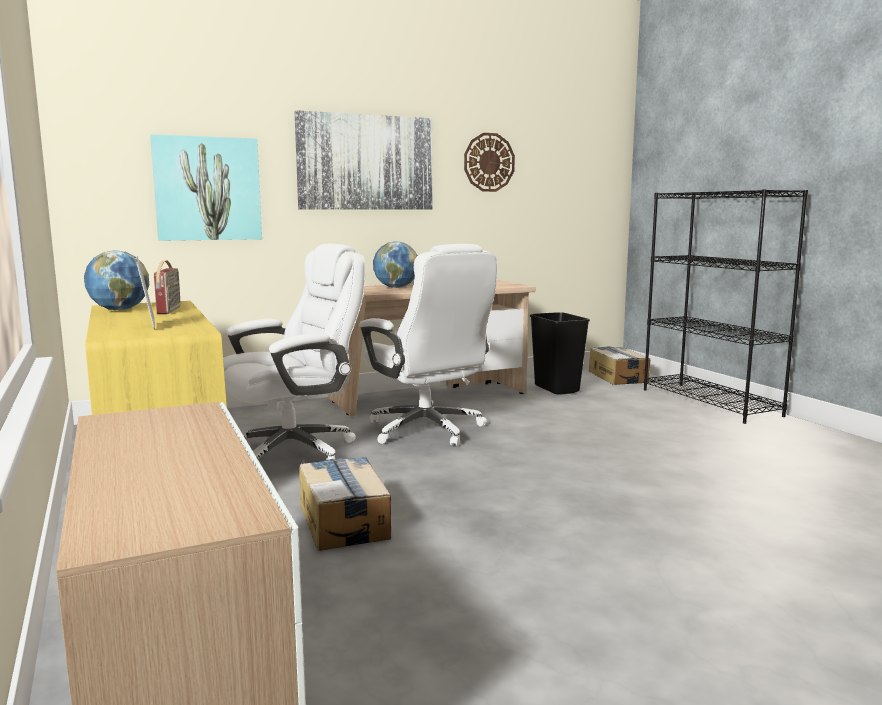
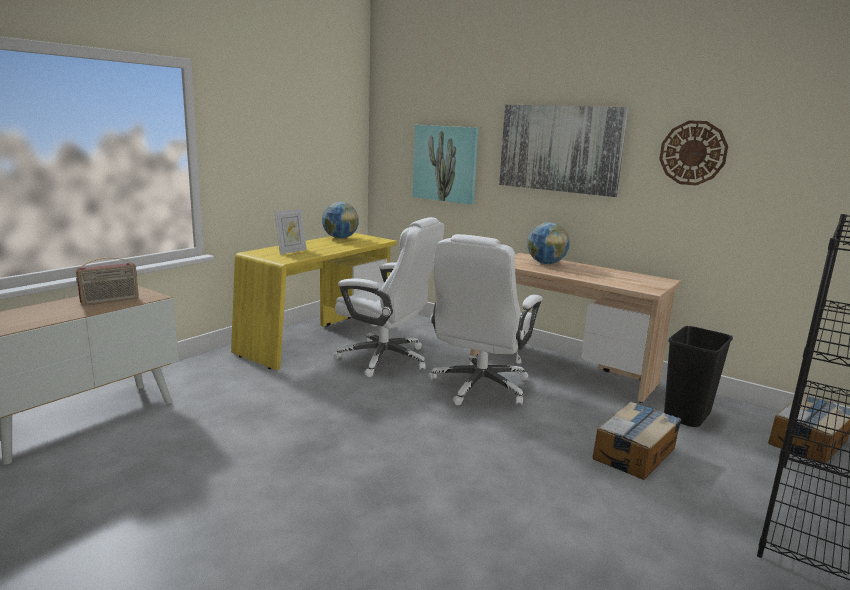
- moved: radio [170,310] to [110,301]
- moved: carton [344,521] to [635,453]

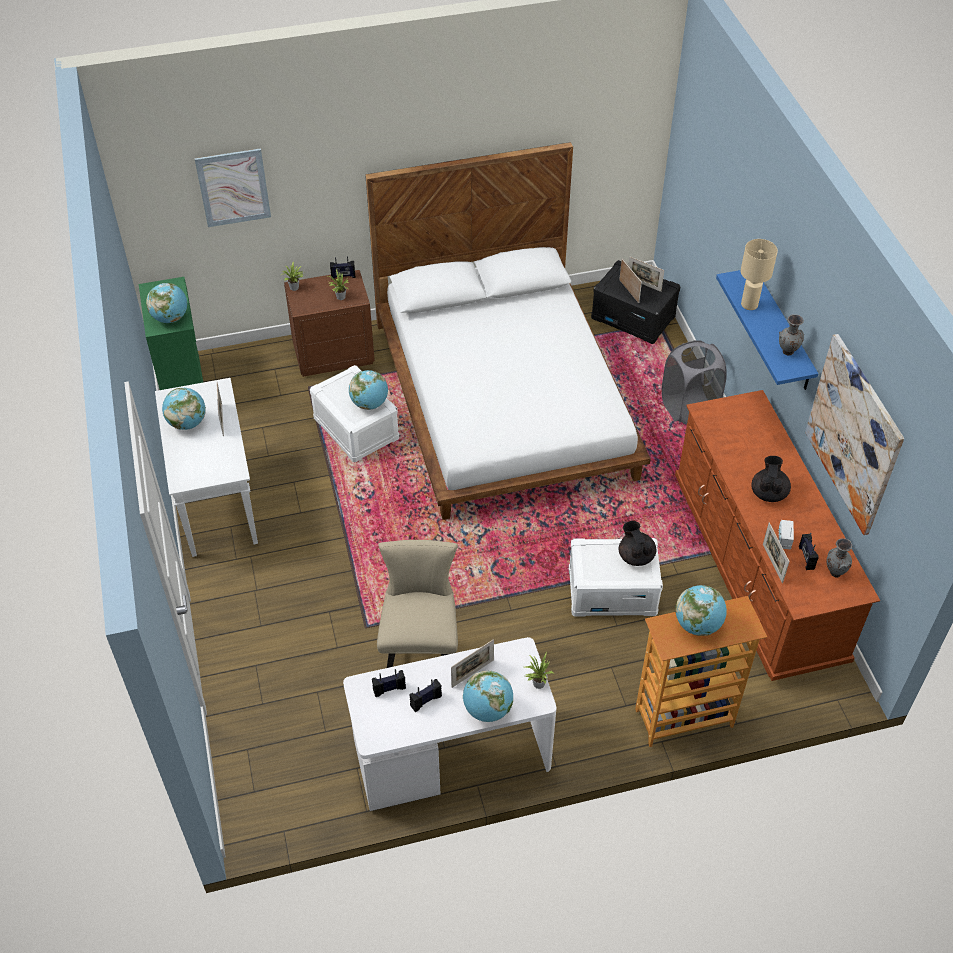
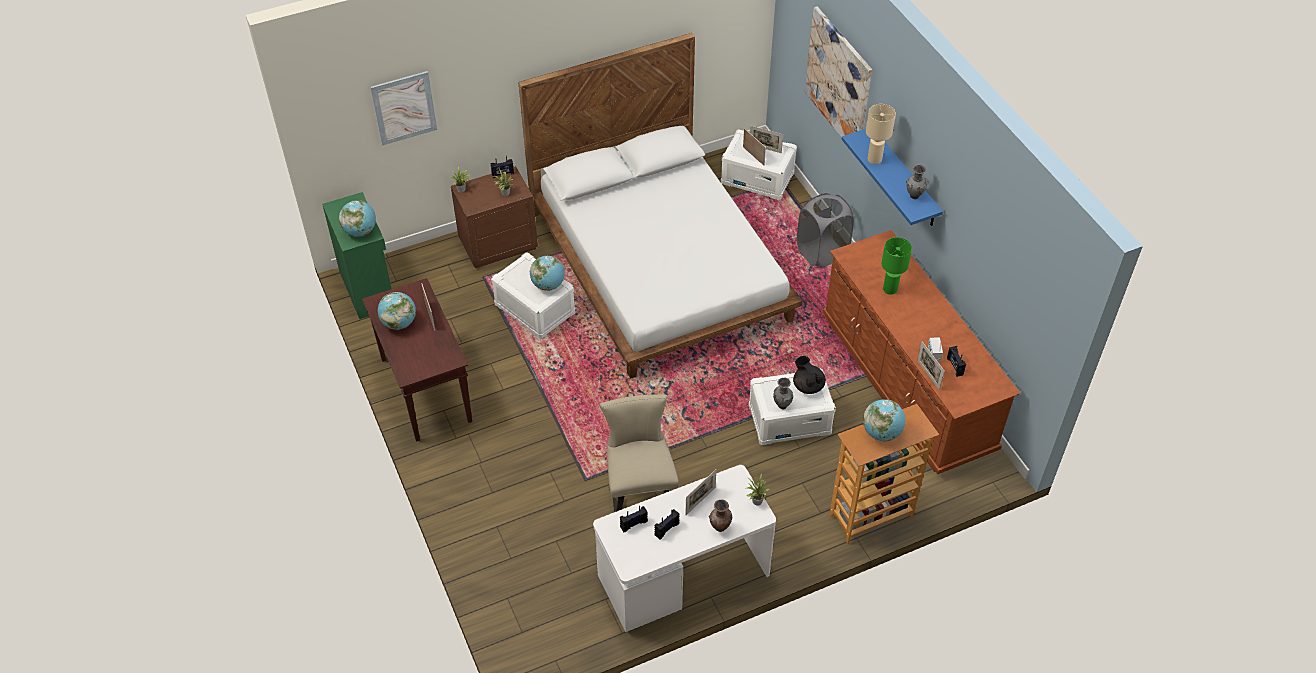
- recoloured: whitish_narrow_table [216,501] to brownish_narrow_table [425,390]
- replaced: desk_globe [487,709] to brownish_vase [720,528]
- recoloured: black_storage_container [633,317] to whitish_storage_container [758,178]
- moved: grey_vase [834,572] to [781,405]
- moved: wall_art [854,434] to [838,80]
- added: green-coloured_table_lamp [890,289]
- removed: black_teapot [768,493]

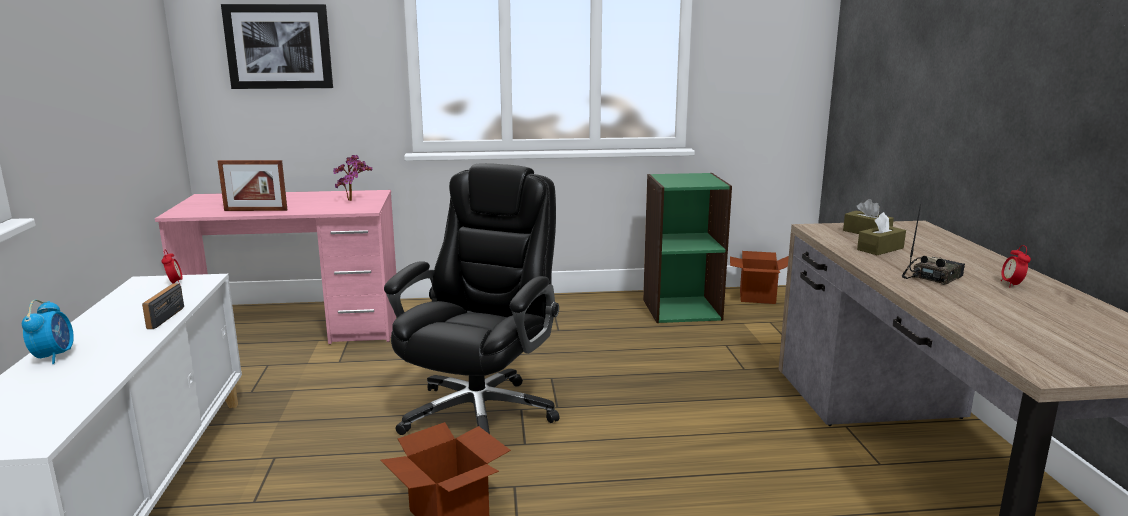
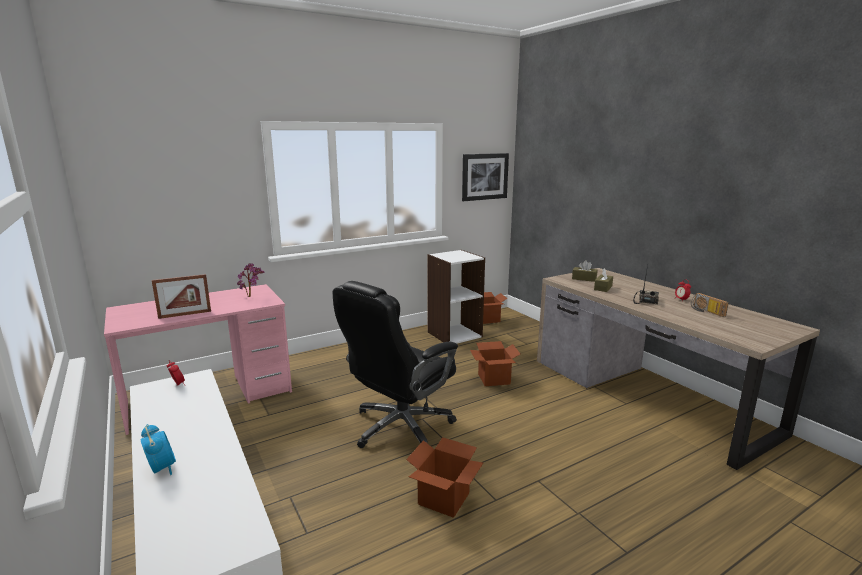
- turned: black_computer_chair [480,412] = [400,427] 135 degrees counterclockwise
- recoloured: green-coloured_bookcase [681,309] to whitish_bookcase [454,334]
- moved: wall_art [279,46] to [484,176]
- added: carton [494,379]
- moved: radio [161,317] to [706,311]

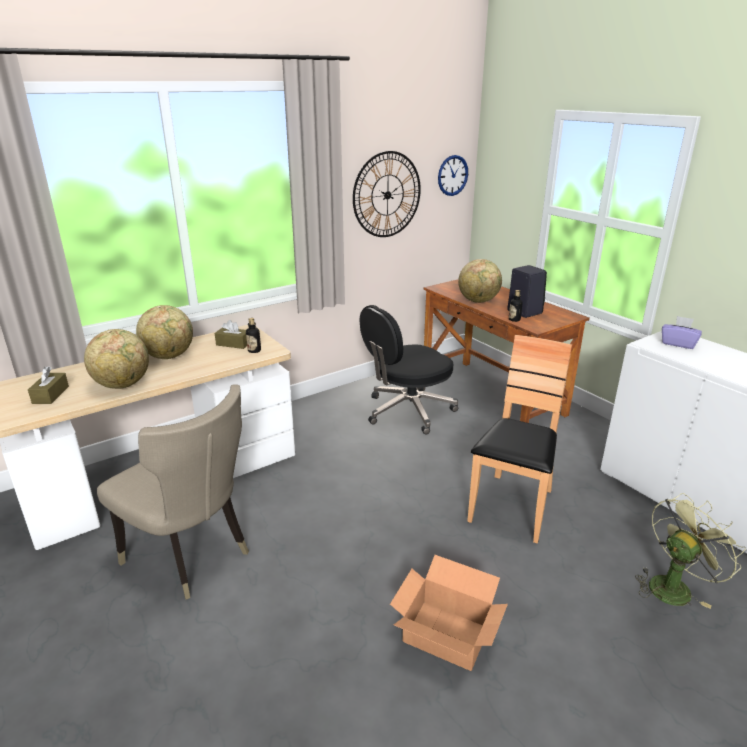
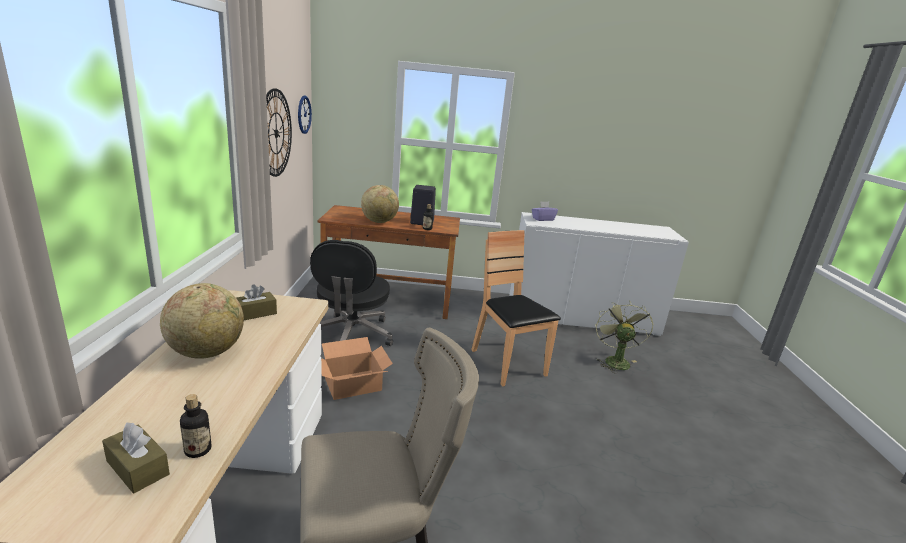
- moved: bottle [254,350] to [198,450]
- moved: carton [446,635] to [354,384]
- removed: desk_globe [123,384]

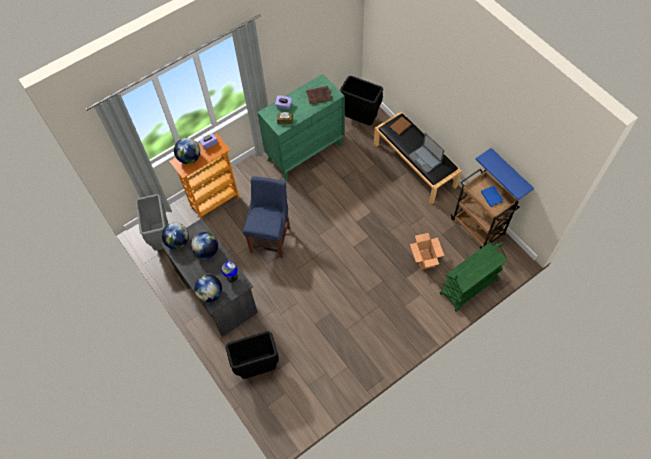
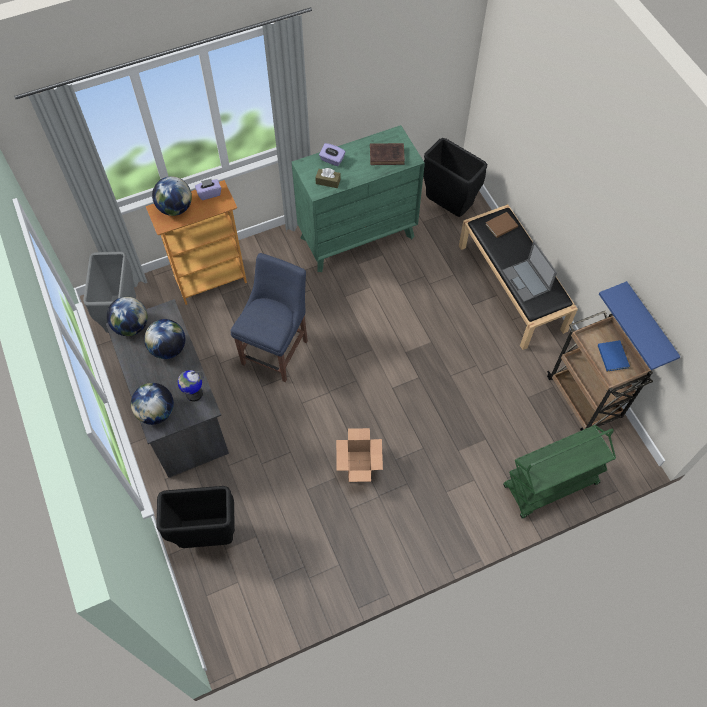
- moved: carton [425,259] to [359,467]

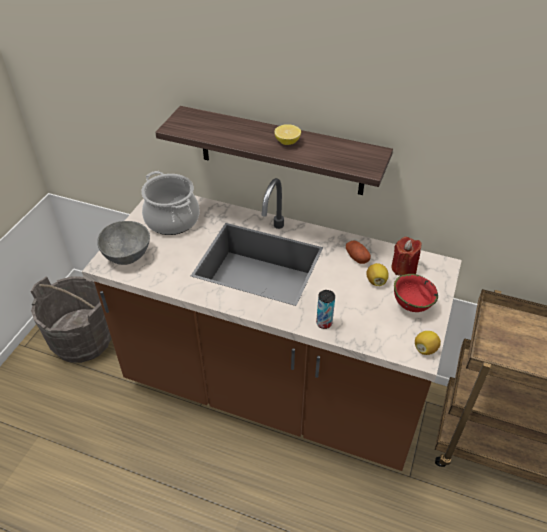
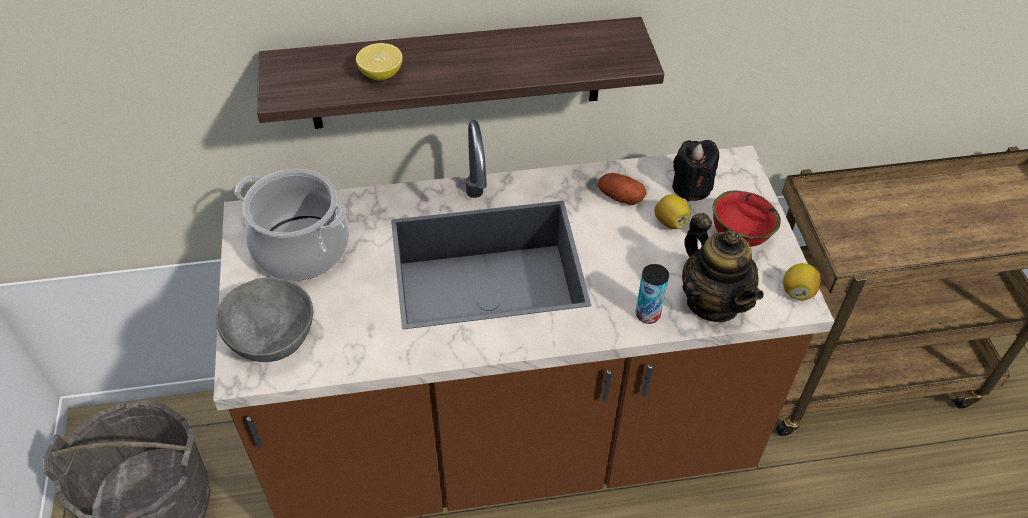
- moved: citrus_fruit [287,142] to [381,74]
- recoloured: reddish_candle [403,268] to black_candle [691,187]
- added: teapot [713,302]

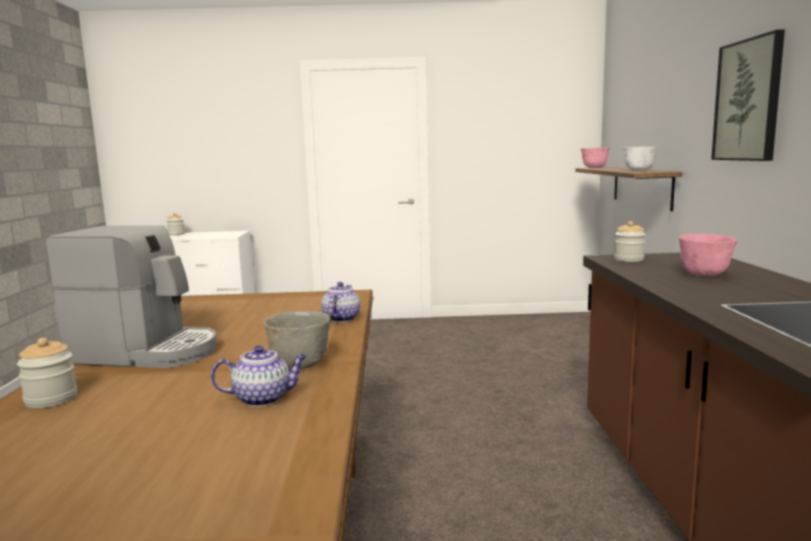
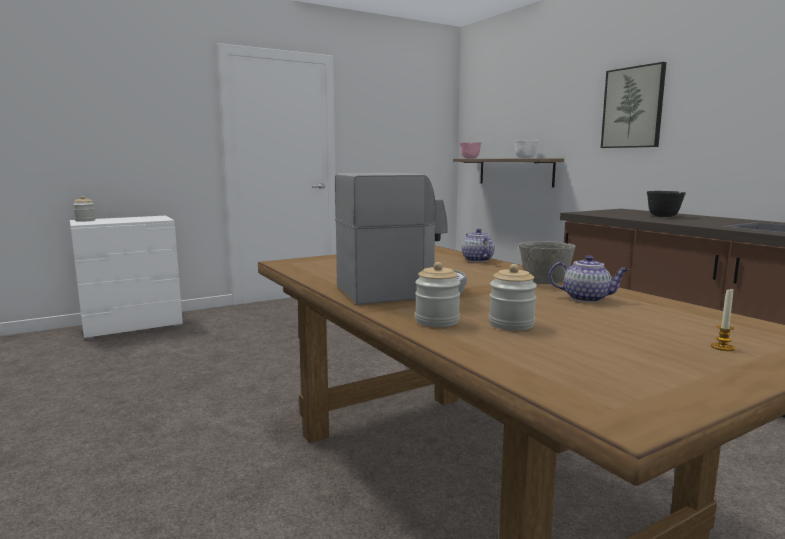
- moved: jar [628,259] to [511,324]
- turned: teapot [263,398] = [587,298] 60 degrees clockwise
- recoloured: pink_bowl [705,274] to black_bowl [664,216]
- added: candle [722,347]

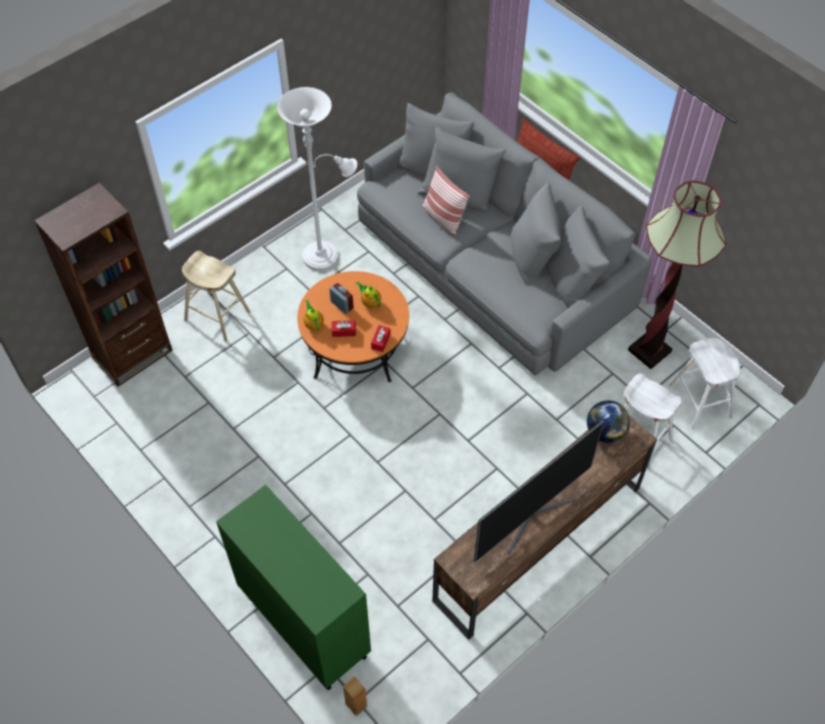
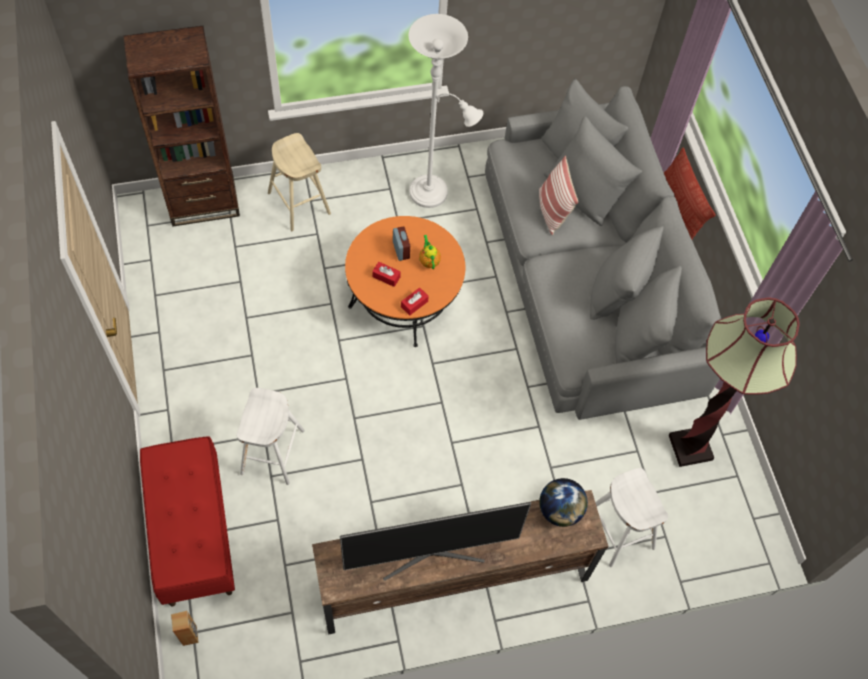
- replaced: green-coloured_cupboard [304,623] to reddish_long_seat [192,533]
- moved: whitish_sitting_stool [700,401] to [272,451]
- removed: teapot [313,324]

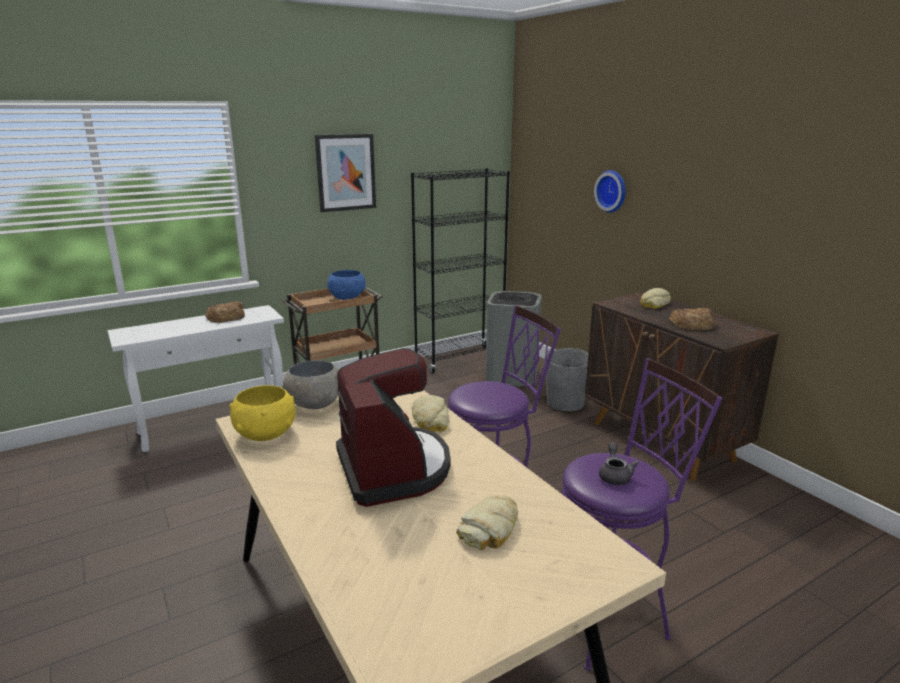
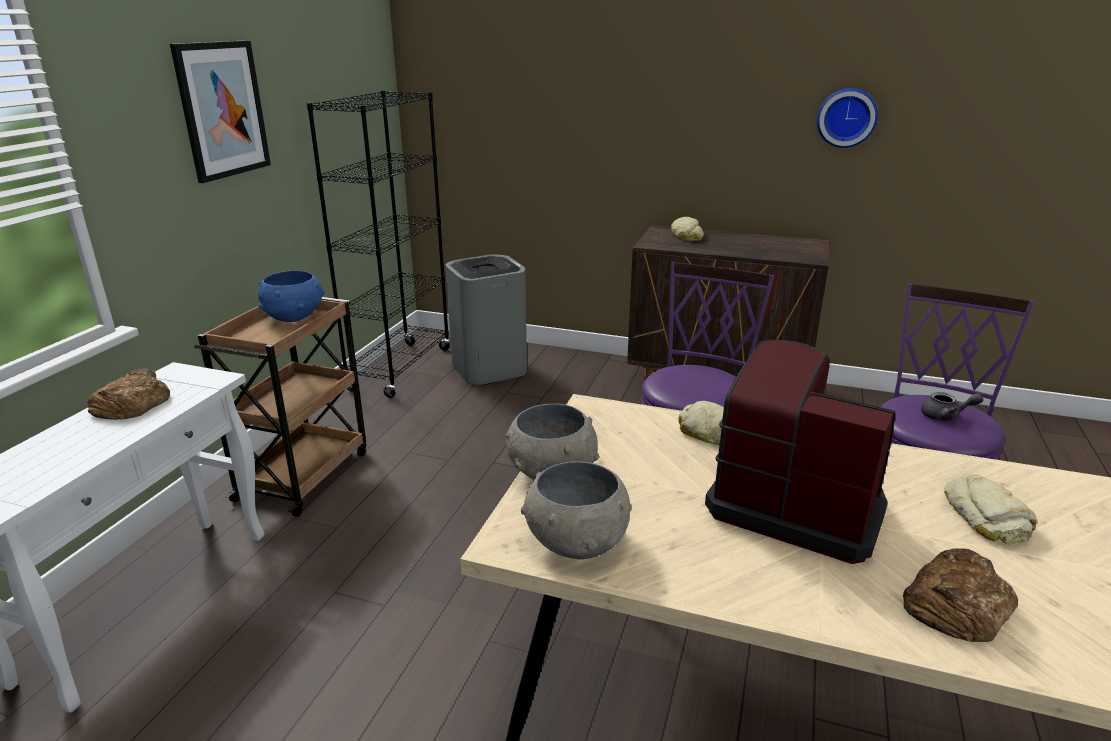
- recoloured: yellowish_bowl [265,434] to grey_bowl [577,542]
- moved: clock_on_the_wall [612,191] to [846,117]
- moved: bakery_bread [692,324] to [956,604]
- turned: grey_teapot [615,475] = [945,416] 135 degrees clockwise
- removed: grey_bucket [565,402]

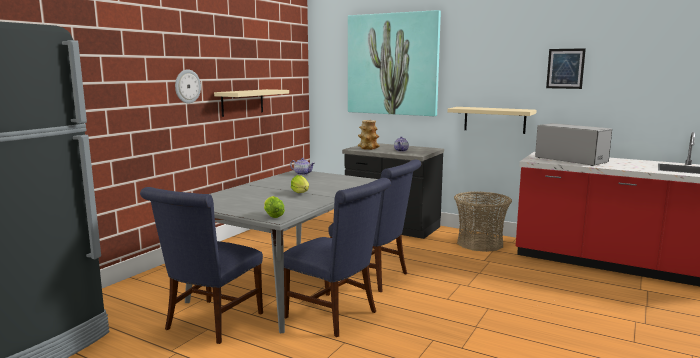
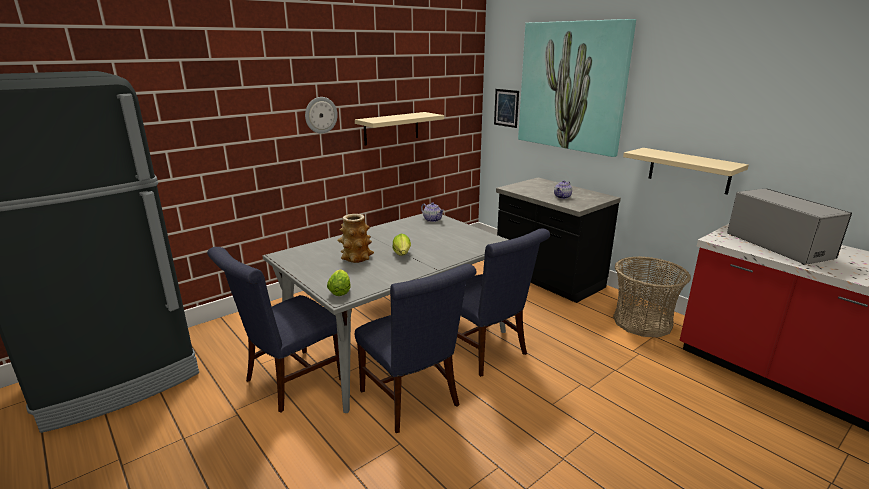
- moved: vase [368,148] to [356,258]
- moved: wall_art [565,68] to [506,108]

